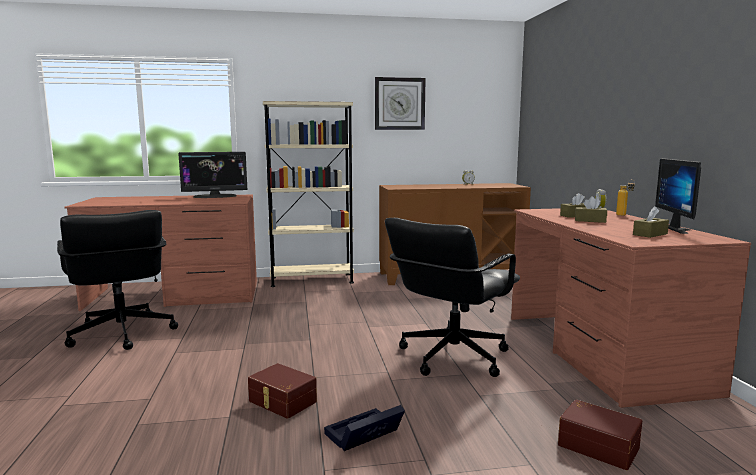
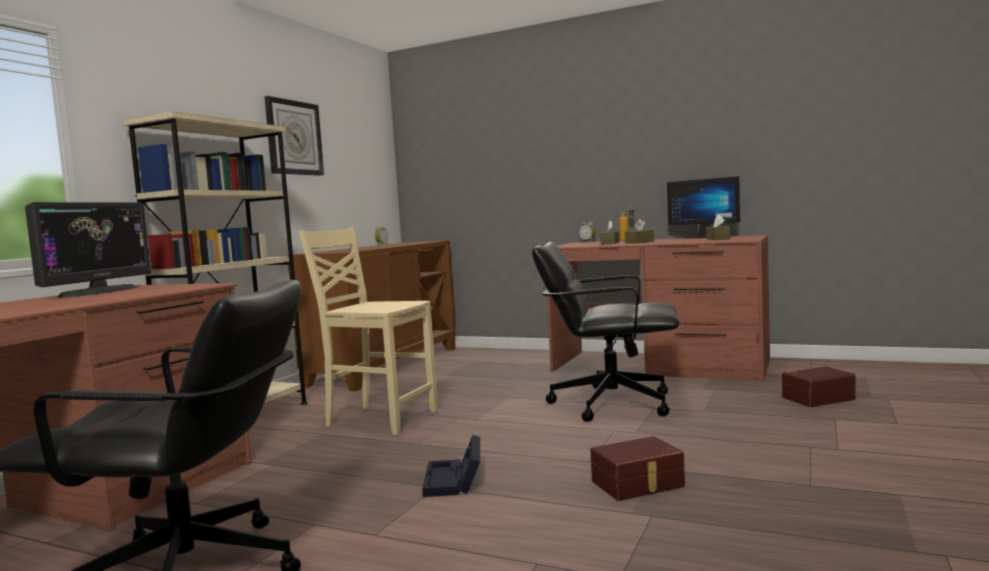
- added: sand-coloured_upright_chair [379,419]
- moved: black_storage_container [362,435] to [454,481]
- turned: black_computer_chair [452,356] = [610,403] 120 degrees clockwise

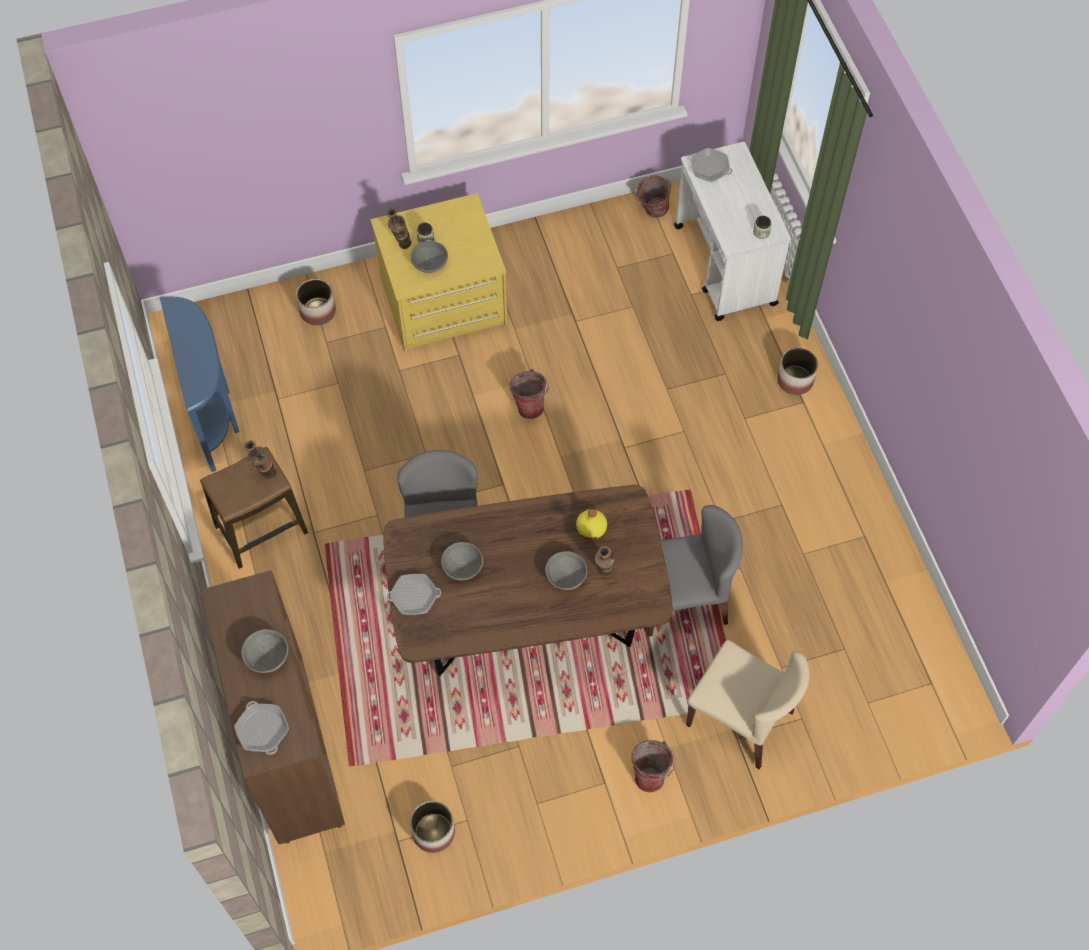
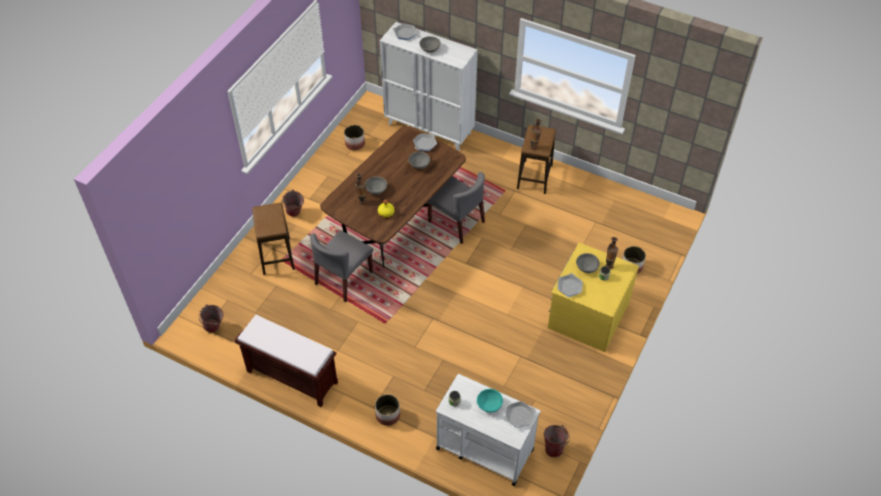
- moved: bucket [529,405] to [214,328]
- added: brownish_long_seat [291,377]
- replaced: sand-coloured_upright_chair [740,719] to sitting_stool [276,255]
- recoloured: brownish_cupboard [293,754] to whitish_cupboard [429,128]
- added: blue-green_bowl [489,405]
- added: skillet [569,287]
- removed: blue-coloured_narrow_table [215,414]

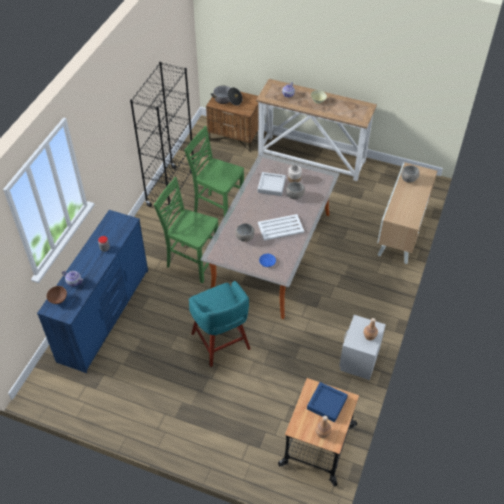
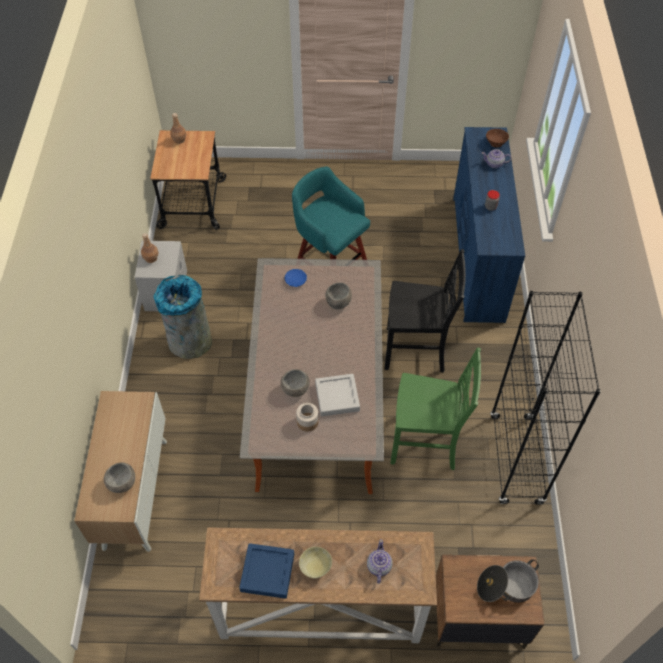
- added: grey_trash_can [189,341]
- moved: blue-coloured_tray [326,403] to [267,572]
- recoloured: green-coloured_upright_chair [192,262] to black_upright_chair [416,351]
- removed: whitish_tray [281,228]

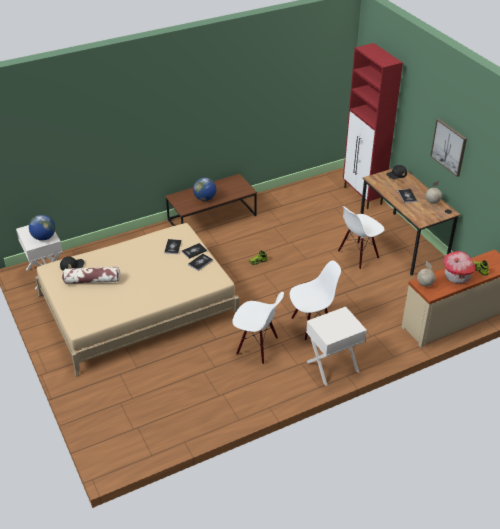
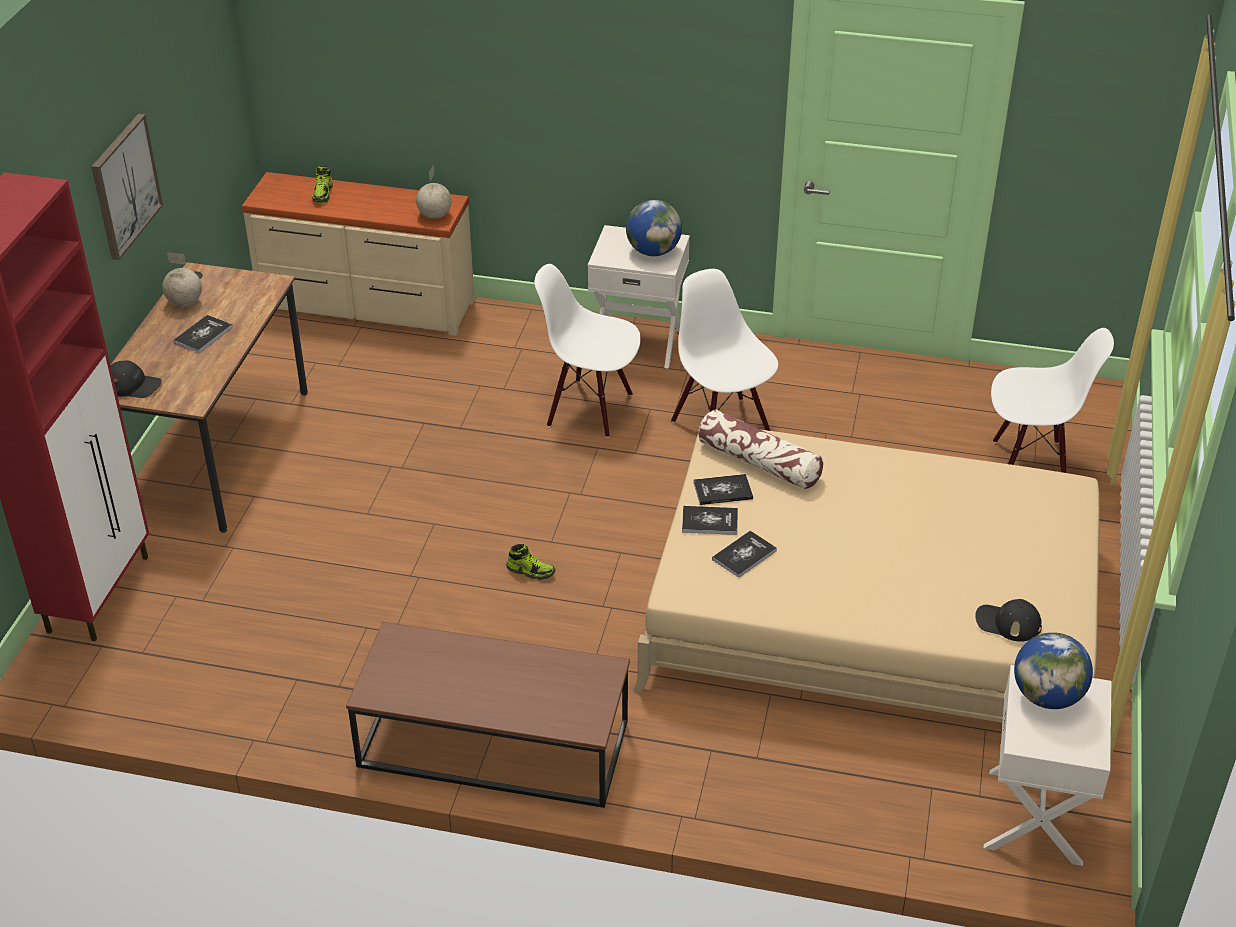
- moved: desk_globe [205,198] to [653,251]
- moved: throw_pillow [92,280] to [759,462]
- moved: whitish_upright_chair [358,255] to [1030,466]
- removed: toy_house [457,276]

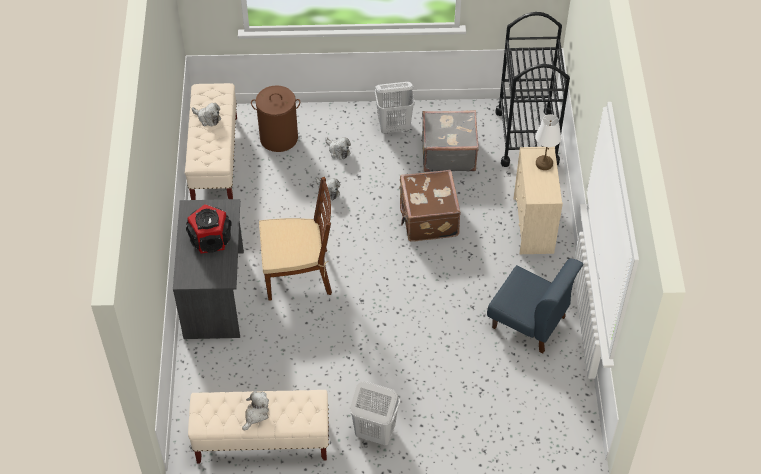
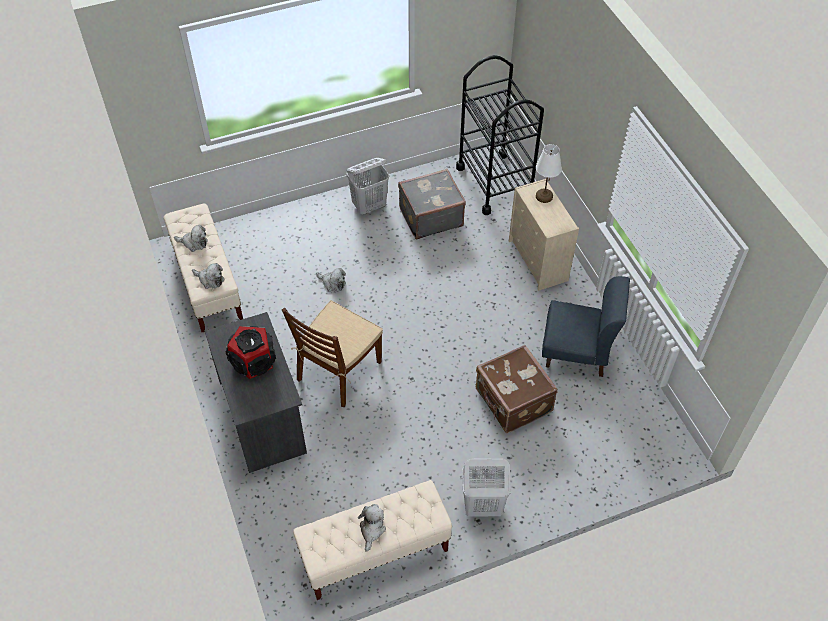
- moved: cuddly_toy [338,151] to [210,279]
- turned: brownish_upright_chair [298,274] = [338,371] 150 degrees clockwise
- moved: brownish_suitcase [427,218] to [512,402]
- removed: brownish_hamper [278,138]

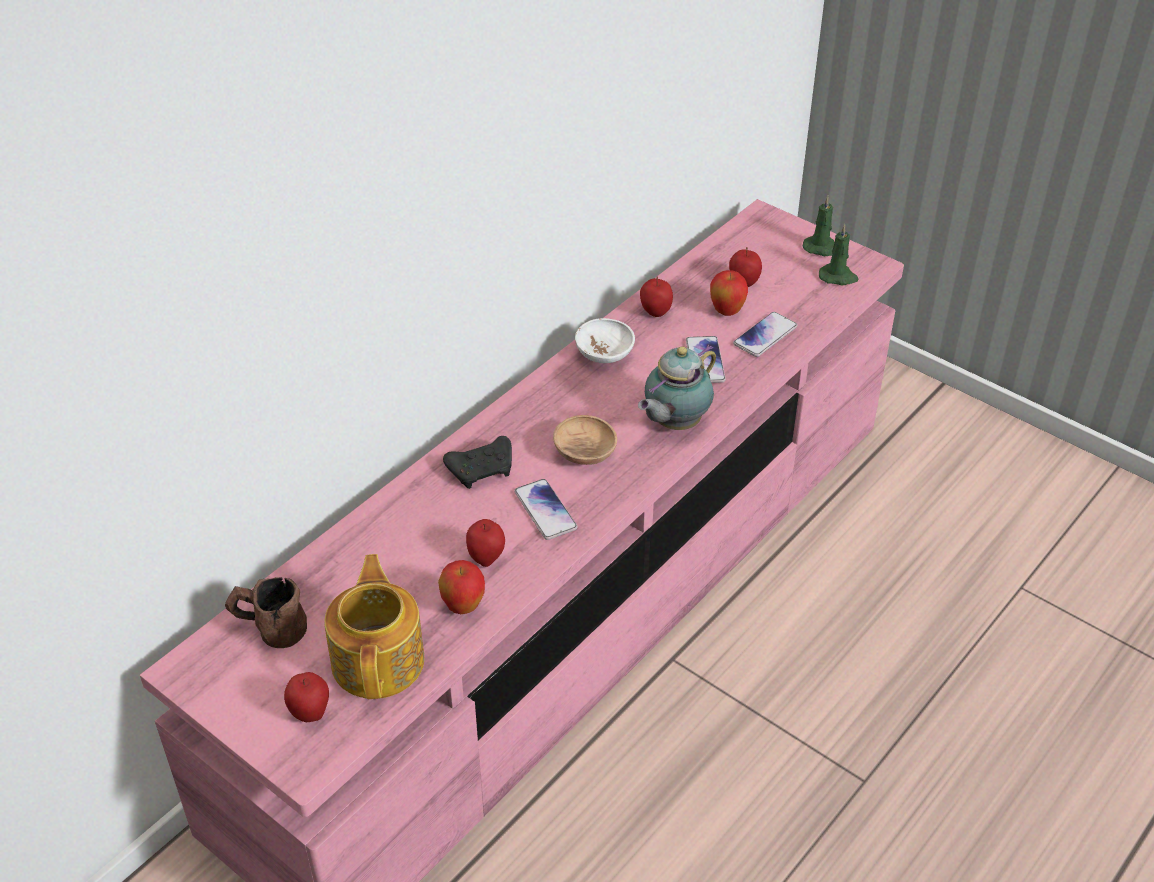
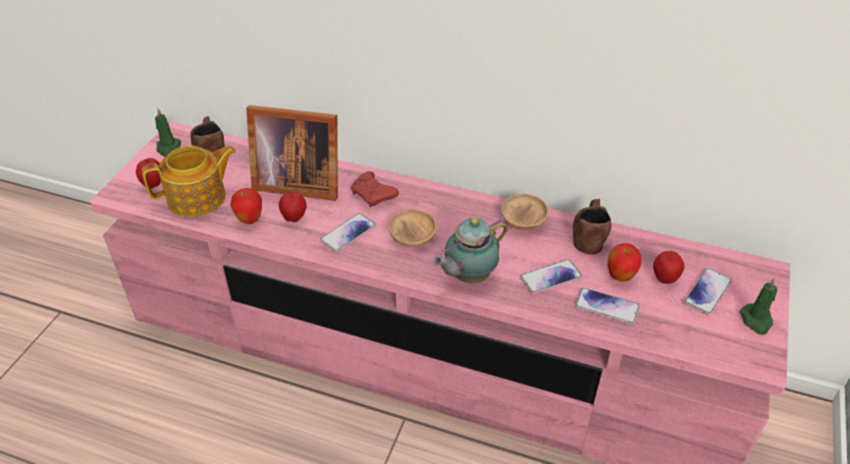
- moved: green-coloured_candle [838,277] to [168,148]
- added: picture_frame [296,182]
- recoloured: black_game_controller [483,470] to reddish_game_controller [373,196]
- turned: teapot [674,423] = [468,276] 60 degrees counterclockwise
- recoloured: whitish_bowl [604,354] to brownish_bowl [523,222]
- replaced: apple_fruit [655,313] to brownish_tea_mug [588,237]
- added: telephone [707,292]

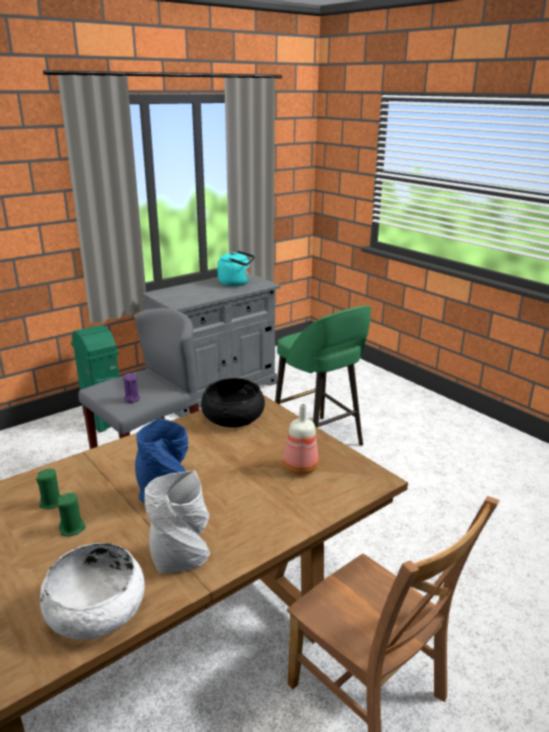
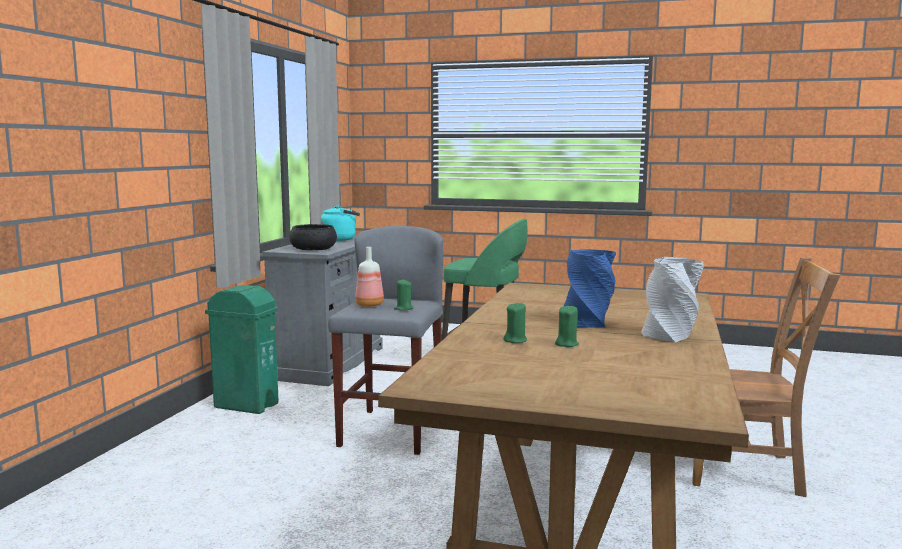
- moved: black_bowl [233,417] to [313,249]
- moved: bottle [300,468] to [369,305]
- recoloured: purplish_candle [131,399] to green-coloured_candle [403,309]
- removed: whitish_bowl [96,609]

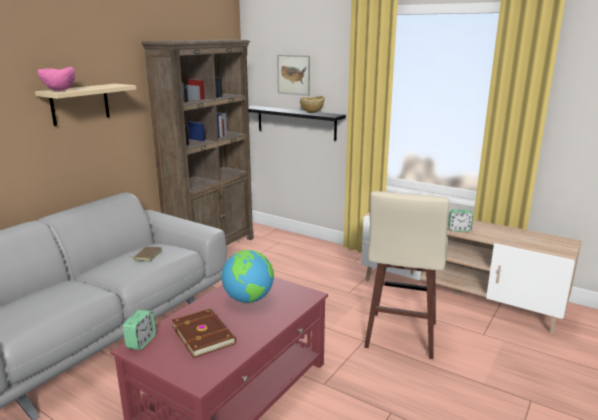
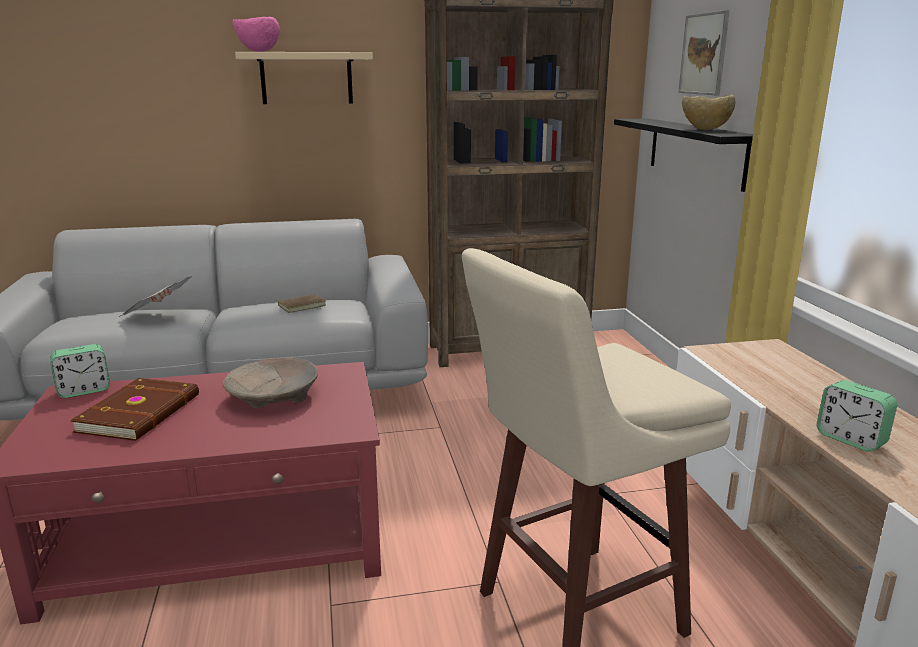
- added: printed_paper [158,315]
- replaced: desk_globe [249,299] to sand-coloured_bowl [273,397]

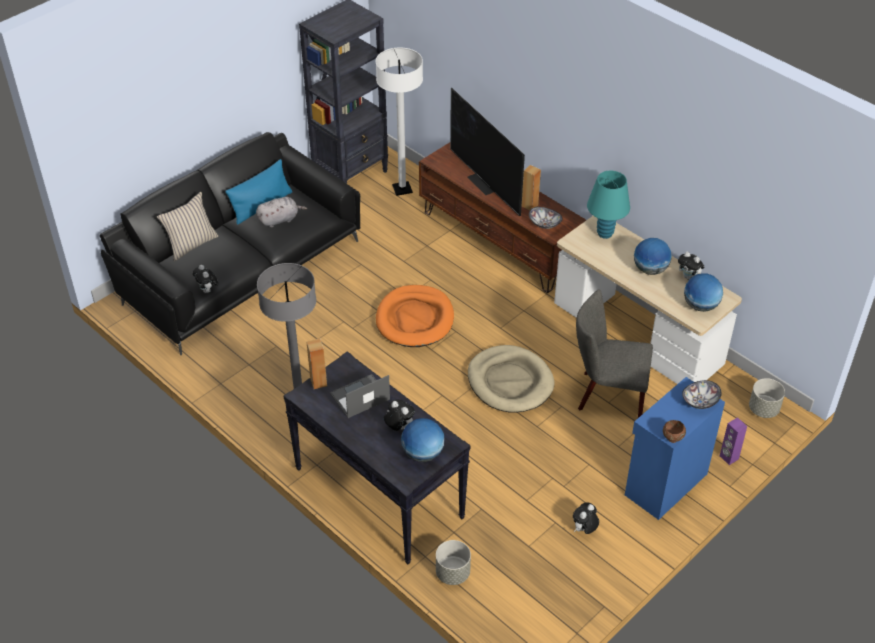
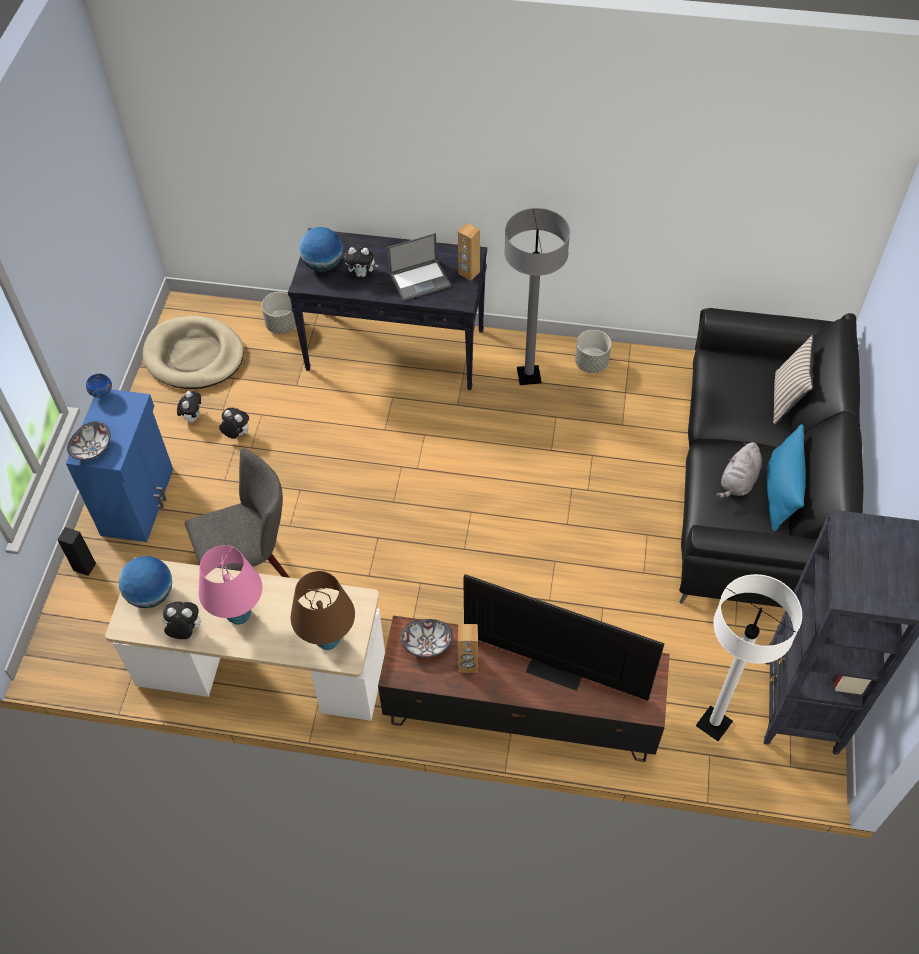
- recoloured: purplish_loudspeaker [728,457] to black_loudspeaker [85,567]
- recoloured: brownish_bowl [672,439] to blue-coloured_bowl [103,394]
- moved: sand-coloured_dog_bed [510,382] to [194,356]
- replaced: desk_globe [650,269] to pink_table_lamp [239,615]
- moved: cuddly_toy [207,290] to [236,434]
- recoloured: blue-green_table_lamp [605,233] to brownish_table_lamp [328,640]
- turned: portable_computer [359,397] = [420,279] 45 degrees clockwise
- moved: grey_flower_pot [763,409] to [591,363]
- removed: orange_dog_bed [415,319]

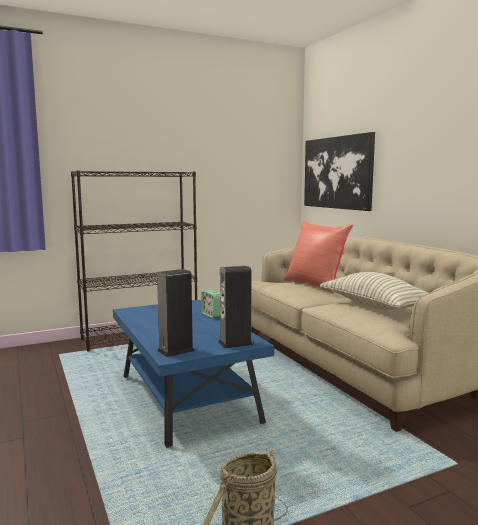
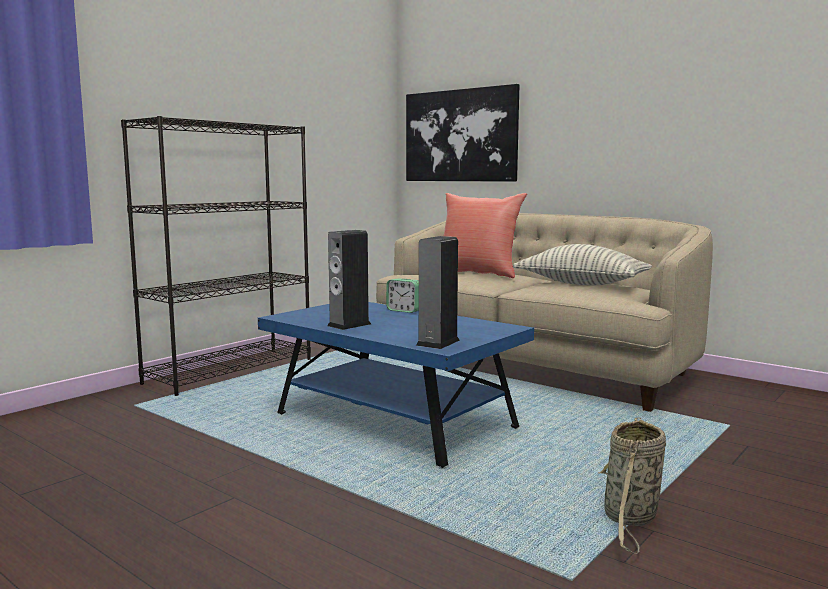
- moved: loudspeaker [235,343] to [349,325]

